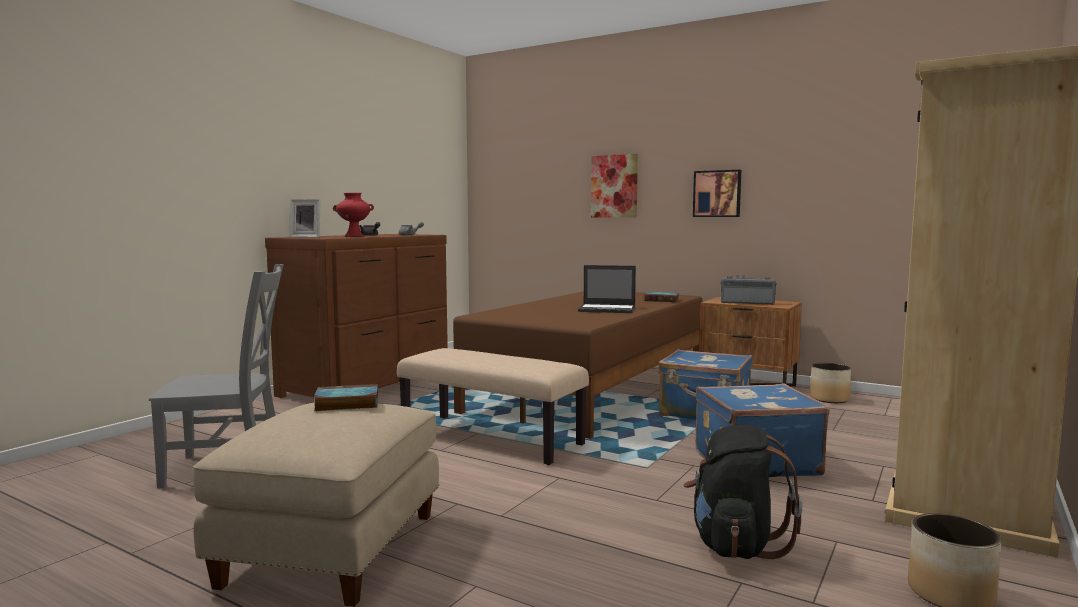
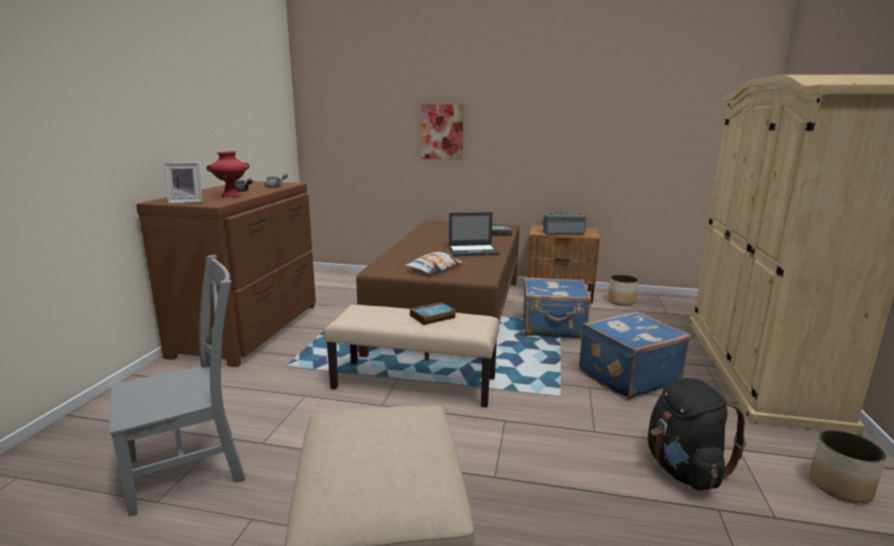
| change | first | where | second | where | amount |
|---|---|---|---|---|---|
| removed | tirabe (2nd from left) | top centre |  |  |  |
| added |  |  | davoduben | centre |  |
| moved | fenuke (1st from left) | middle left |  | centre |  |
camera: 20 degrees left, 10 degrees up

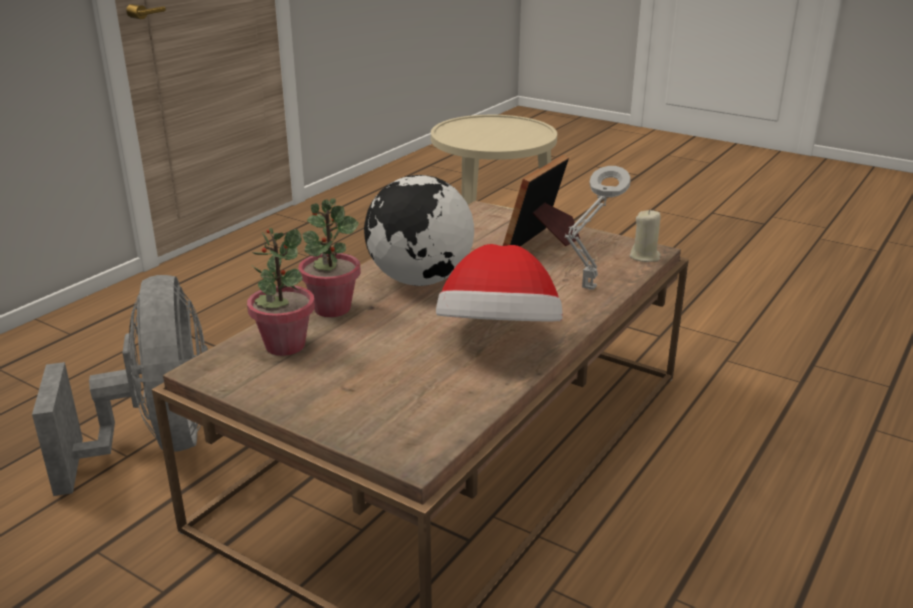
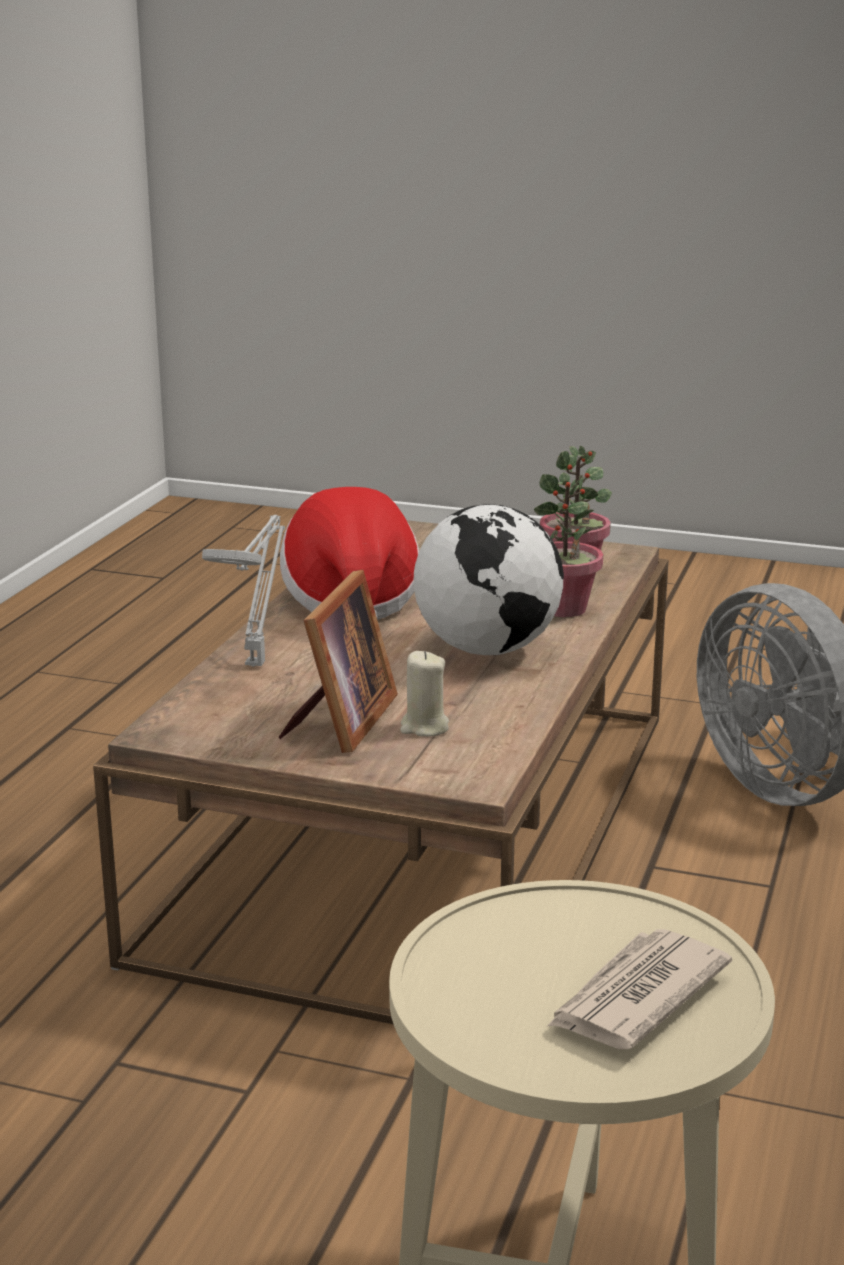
| change | first | where | second | where | amount |
|---|---|---|---|---|---|
| added |  |  | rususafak | bottom right |  |
| moved | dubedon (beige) | middle right |  | centre |  |
camera: 165 degrees right, 5 degrees down

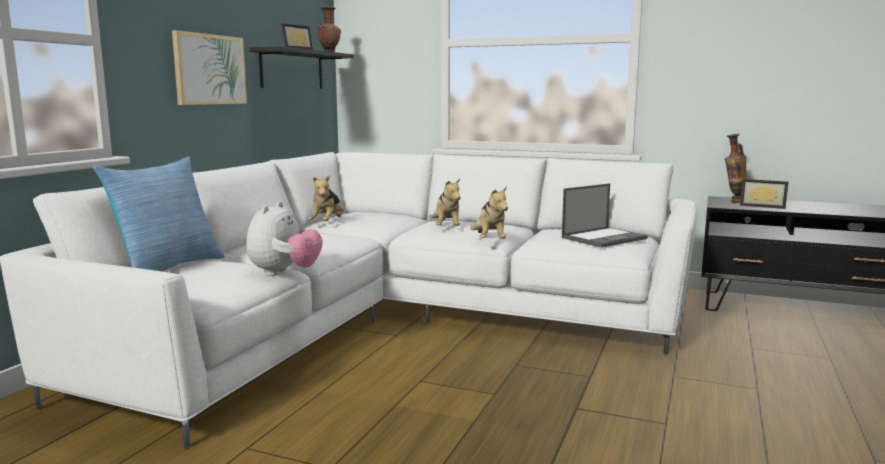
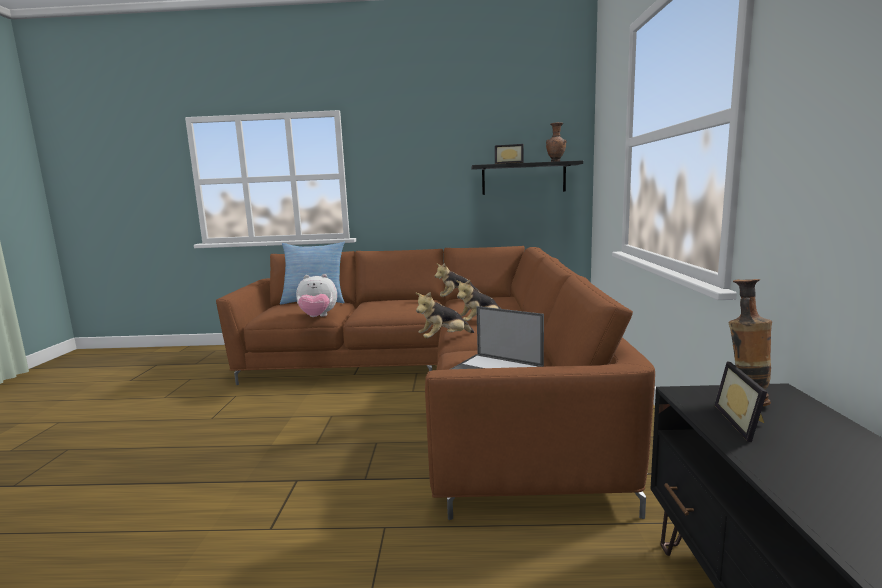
| change | first | where | second | where | amount |
|---|---|---|---|---|---|
| removed | tirabe | top left |  |  |  |
| recoloured | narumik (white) | centre | narumik (brown) | centre |  |
camera: 70 degrees right, 0 degrees up

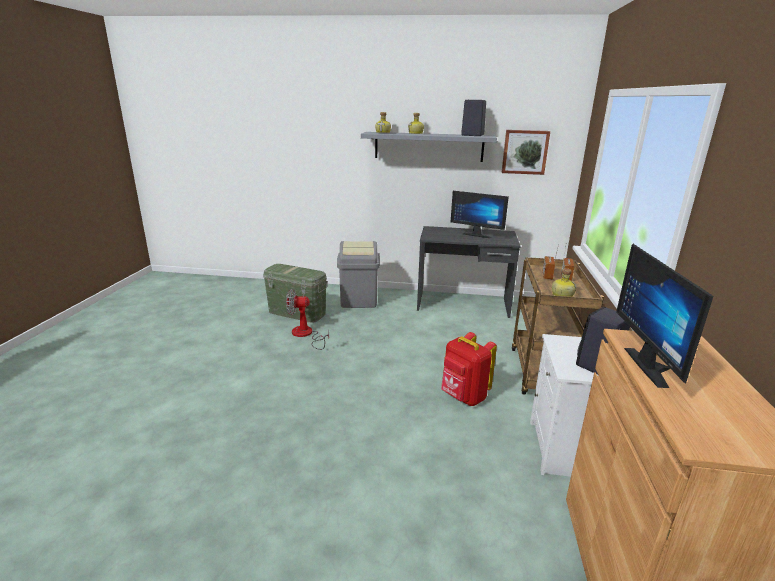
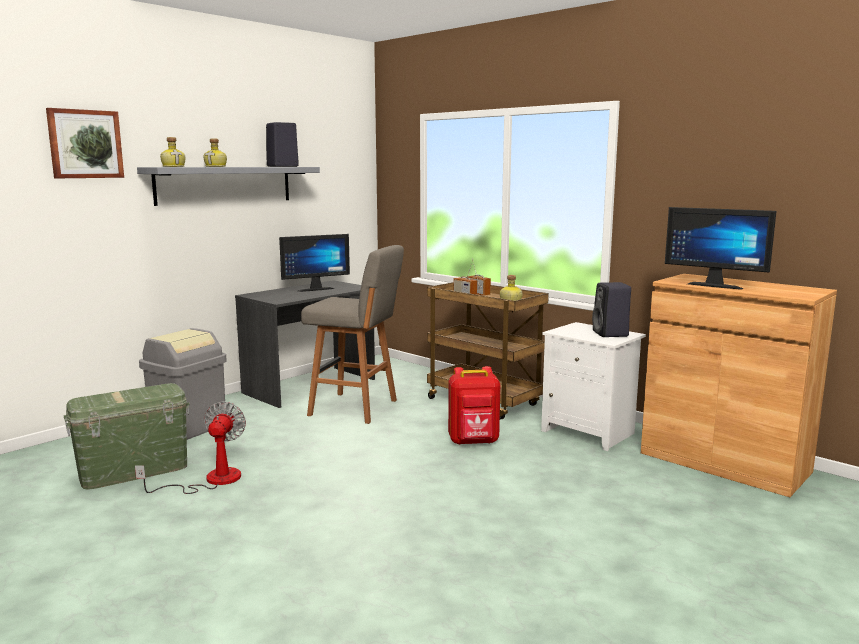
| change | first | where | second | where | amount |
|---|---|---|---|---|---|
| added |  |  | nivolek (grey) | centre |  |
| moved | tirabe | top right |  | top left |  |
| turned | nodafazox | centre |  | bottom left | 150 degrees clockwise |
camera: 55 degrees left, 10 degrees down

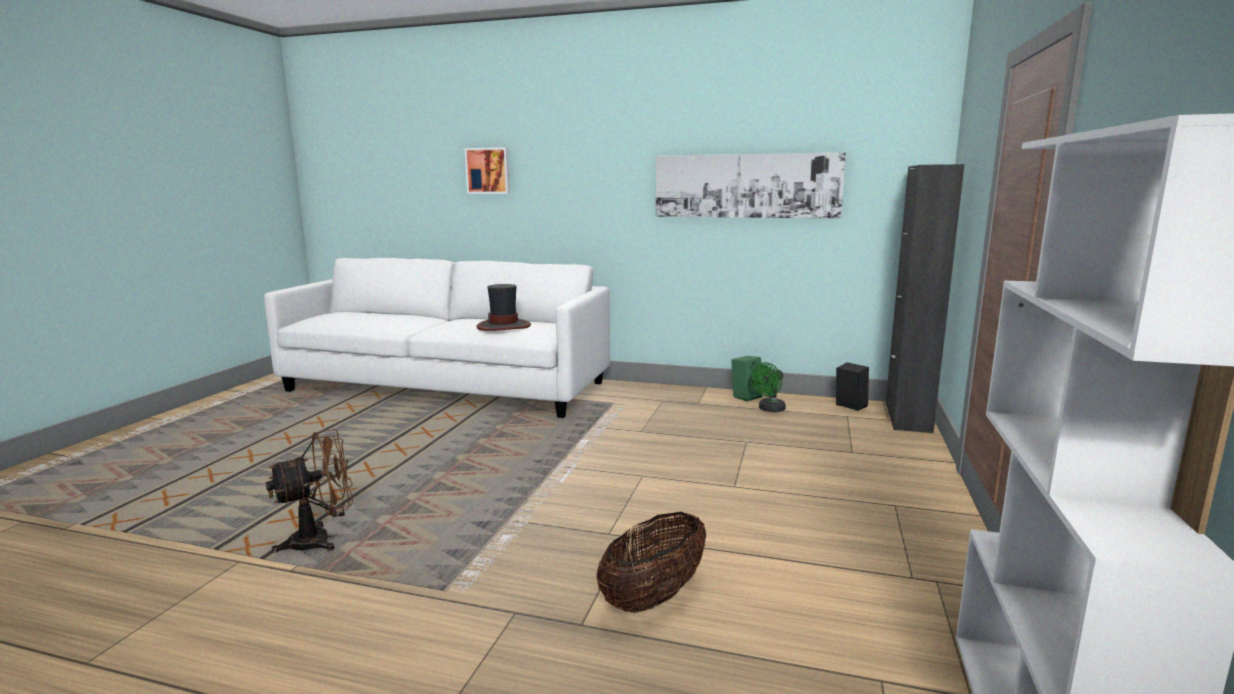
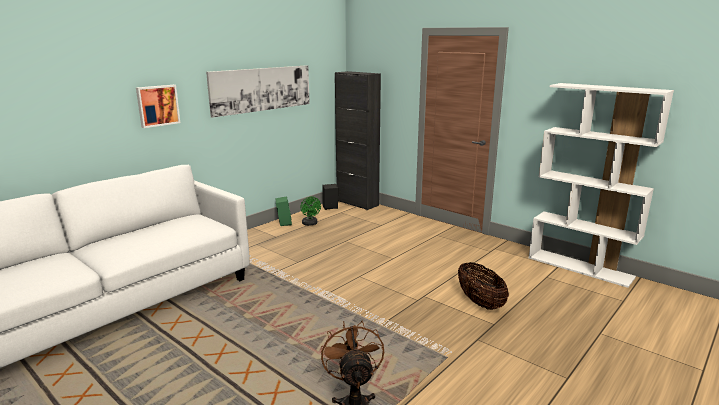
| change | first | where | second | where | amount |
|---|---|---|---|---|---|
| removed | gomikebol | centre |  |  |  |
| moved | tirabe (1st from left) | top centre |  | top left |  |
camera: 65 degrees left, 5 degrees up

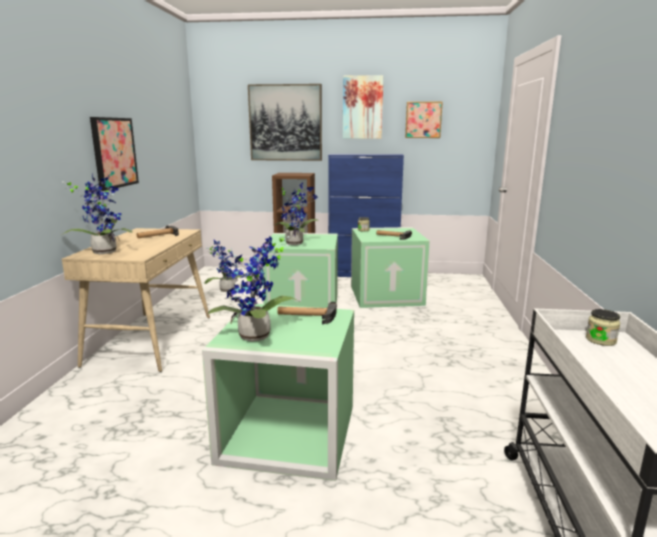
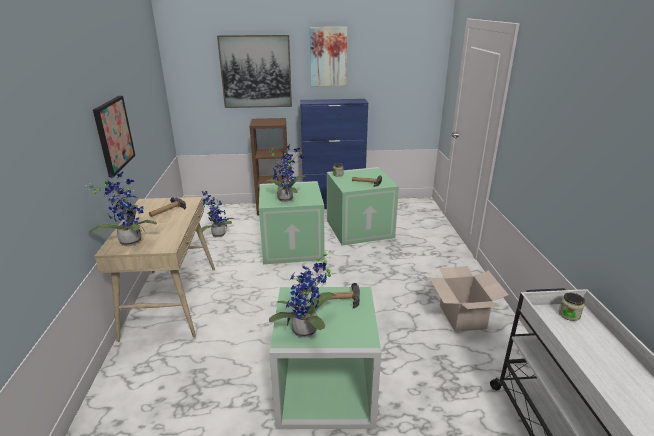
| change | first | where | second | where | amount |
|---|---|---|---|---|---|
| removed | tirabe (4th from left) | top centre |  |  |  |
| added |  |  | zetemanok | bottom right |  |
camera: 10 degrees left, 10 degrees up

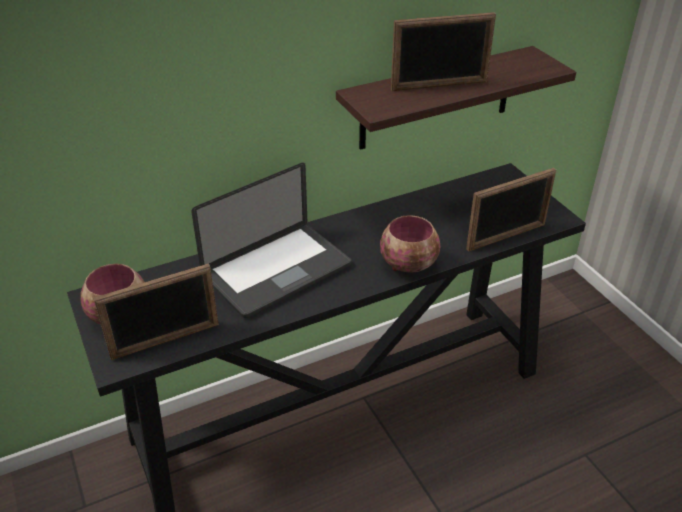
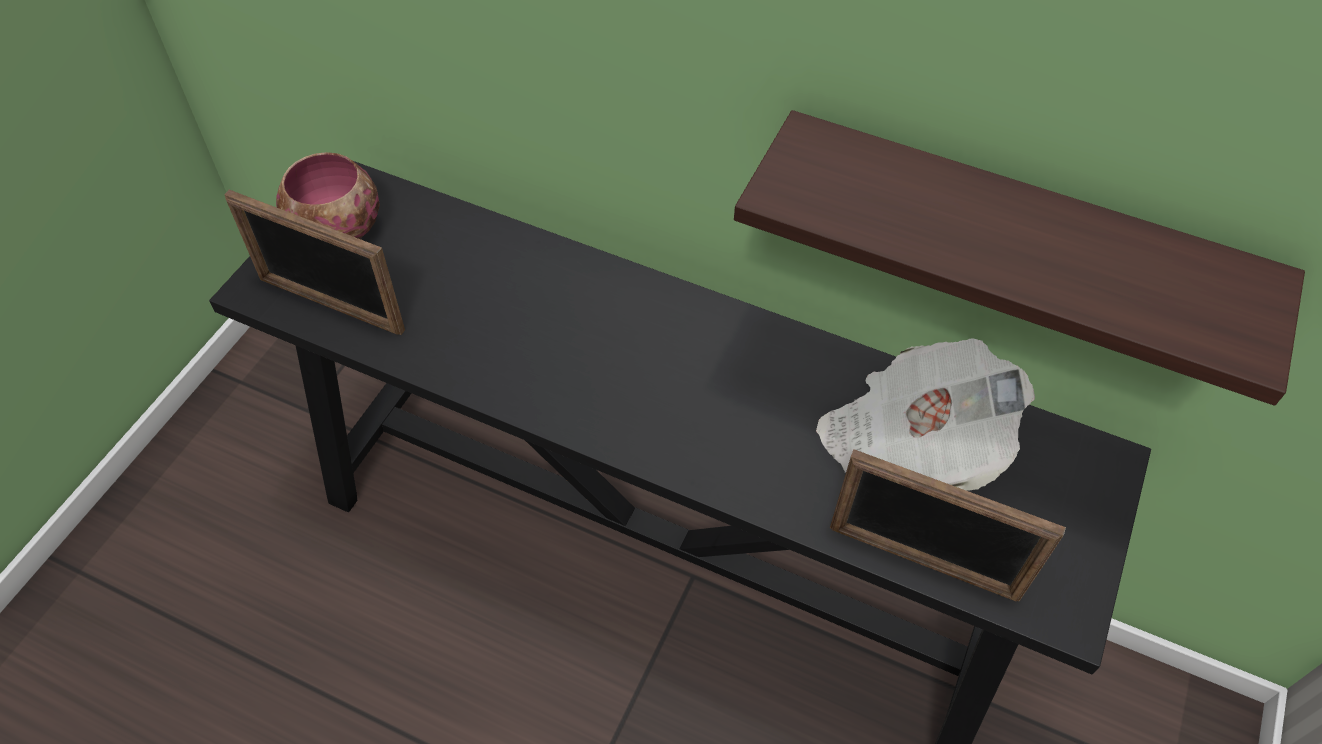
| change | first | where | second | where | amount |
|---|---|---|---|---|---|
| removed | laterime | centre |  |  |  |
| removed | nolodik (2nd from left) | centre |  |  |  |
| removed | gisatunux (2nd from left) | top centre |  |  |  |
| added |  |  | rususafak | middle right |  |
camera: 50 degrees right, 15 degrees up

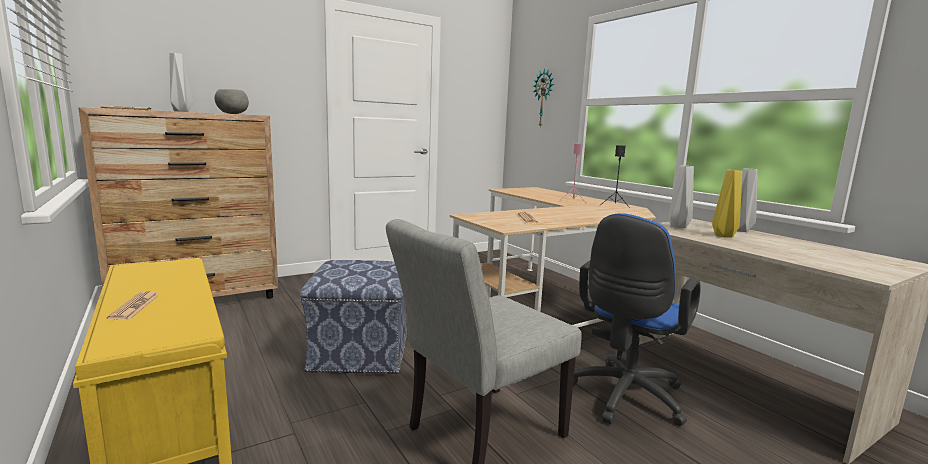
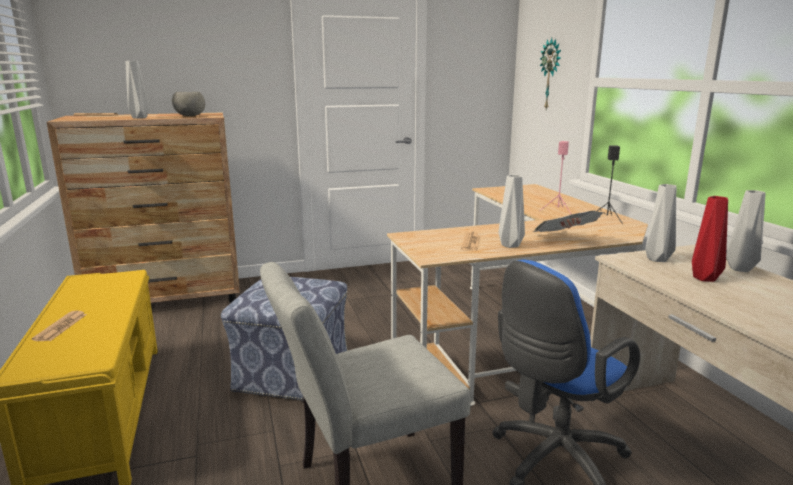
| change | first | where | second | where | amount |
|---|---|---|---|---|---|
| added |  |  | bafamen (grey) (2nd from left) | centre |  |
| added |  |  | rususafak (4th from left) | middle right |  |
| recoloured | bafamen (yellow) | middle right | bafamen (red) | middle right |  |
camera: 15 degrees right, 5 degrees up

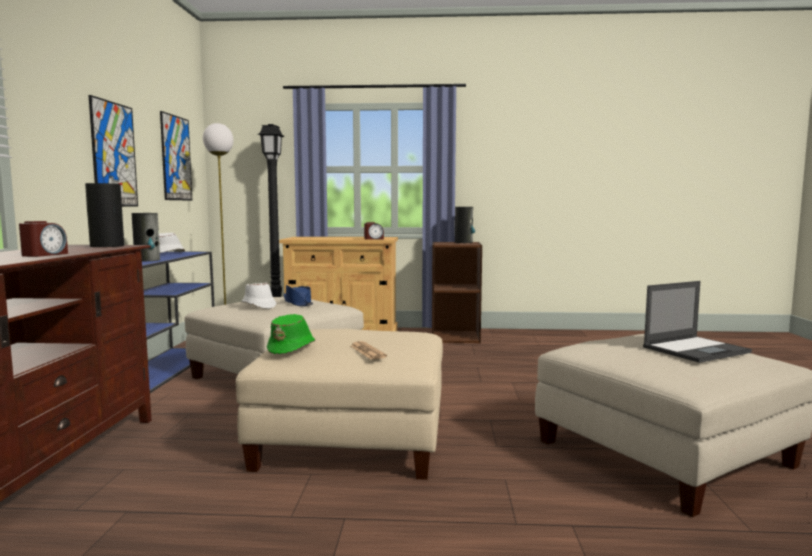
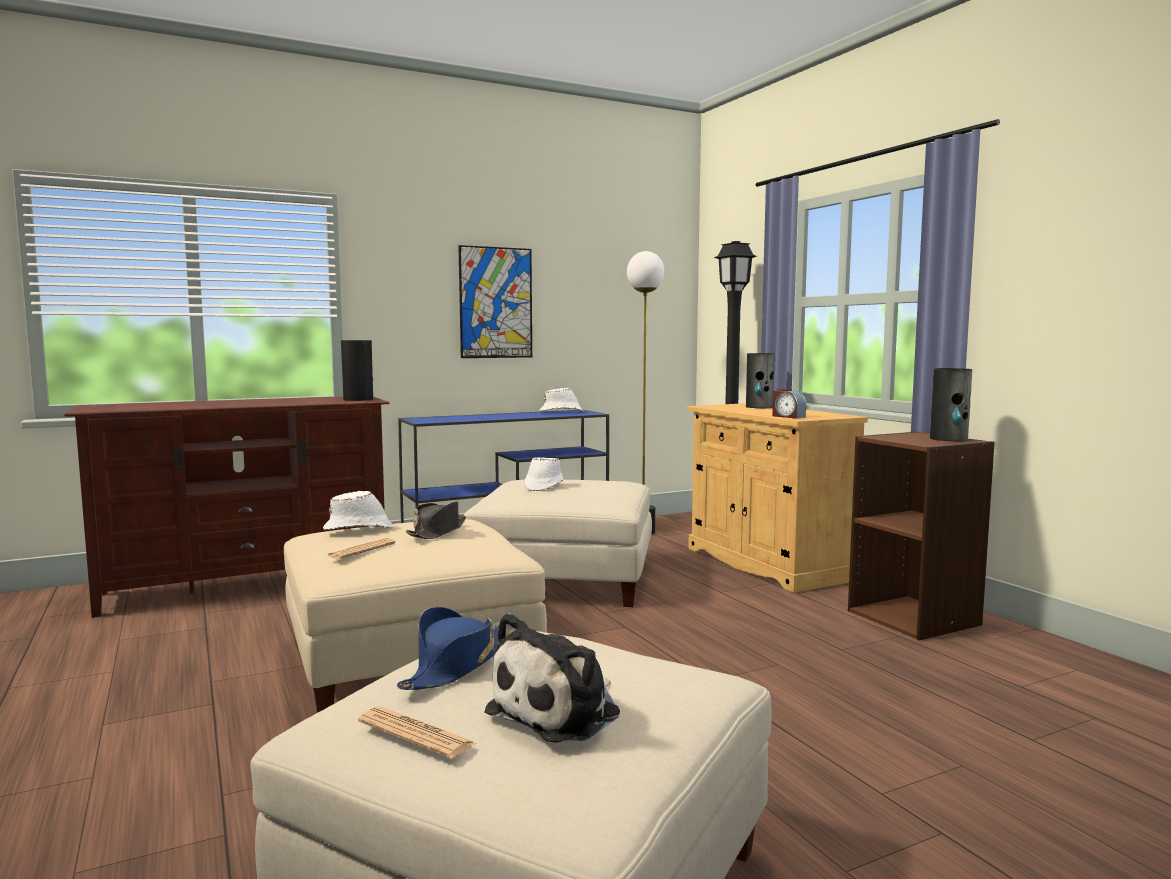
| change | first | where | second | where | amount |
|---|---|---|---|---|---|
| removed | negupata (1st from left) | middle left |  |  |  |
| removed | tirabe (2nd from left) | top left |  |  |  |
| added |  |  | rususafak (2nd from left) | bottom centre |  |
| added |  |  | gomikebol (black) | centre |  |
| moved | bafamen (2nd from left) | middle left |  | centre |  |
| moved | gomikebol (blue) | centre |  | bottom centre |  |
| replaced | laterime | middle right | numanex | bottom centre |  |
| recoloured | gomikebol (green) | centre | gomikebol (white) (1st from left) | middle left |  |
camera: 60 degrees right, 0 degrees up

